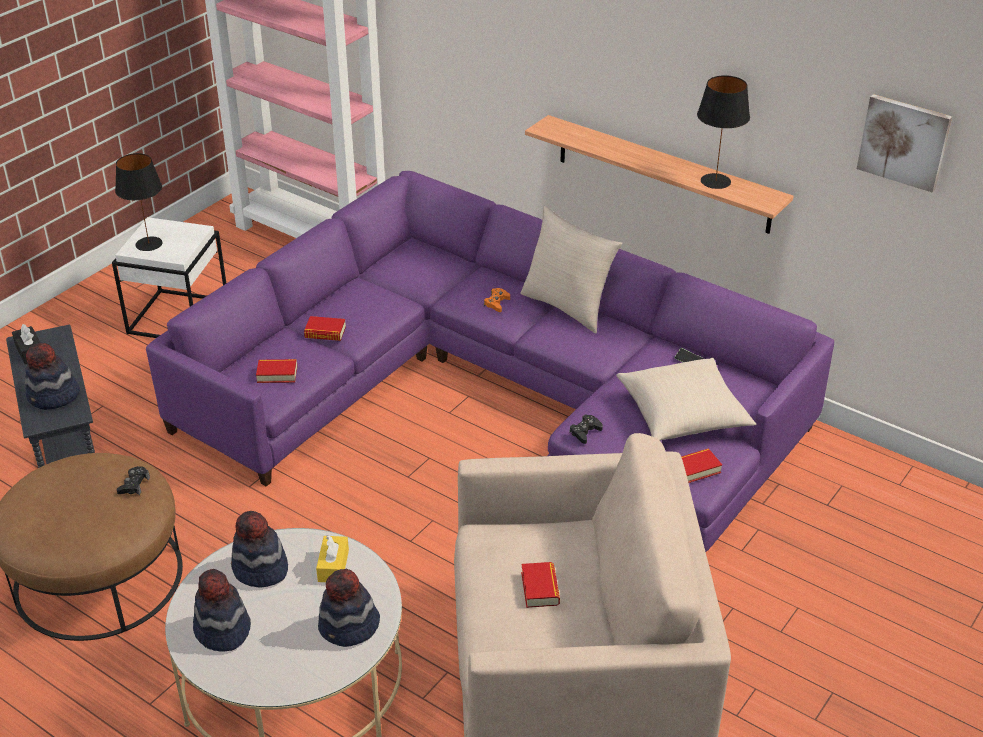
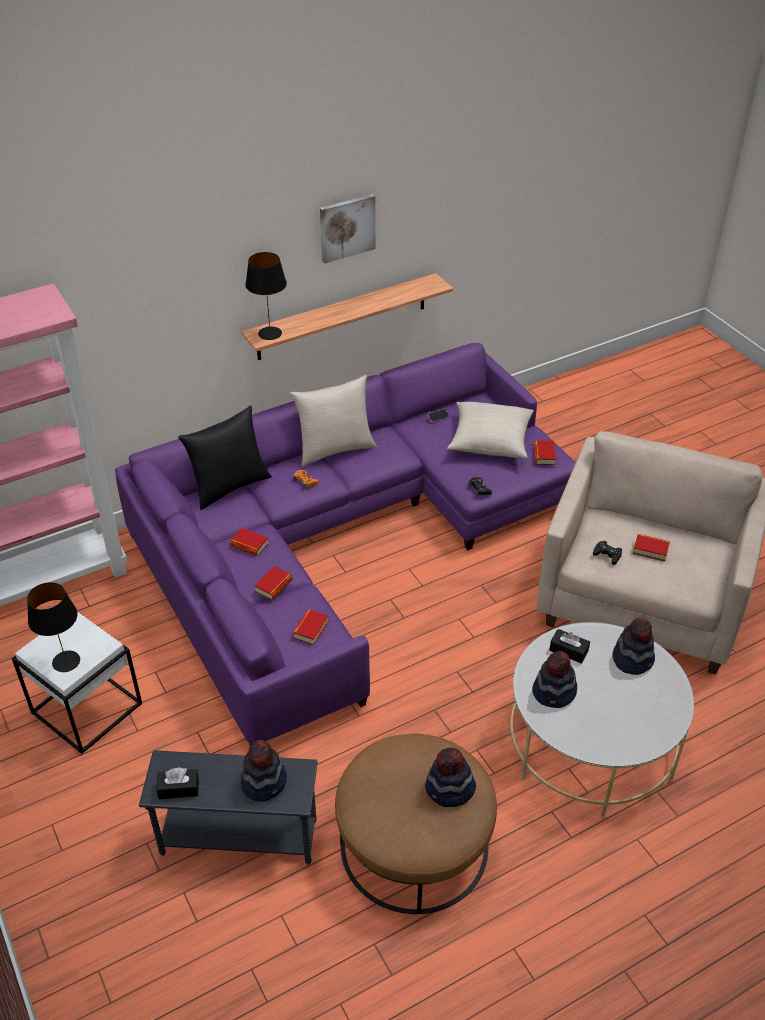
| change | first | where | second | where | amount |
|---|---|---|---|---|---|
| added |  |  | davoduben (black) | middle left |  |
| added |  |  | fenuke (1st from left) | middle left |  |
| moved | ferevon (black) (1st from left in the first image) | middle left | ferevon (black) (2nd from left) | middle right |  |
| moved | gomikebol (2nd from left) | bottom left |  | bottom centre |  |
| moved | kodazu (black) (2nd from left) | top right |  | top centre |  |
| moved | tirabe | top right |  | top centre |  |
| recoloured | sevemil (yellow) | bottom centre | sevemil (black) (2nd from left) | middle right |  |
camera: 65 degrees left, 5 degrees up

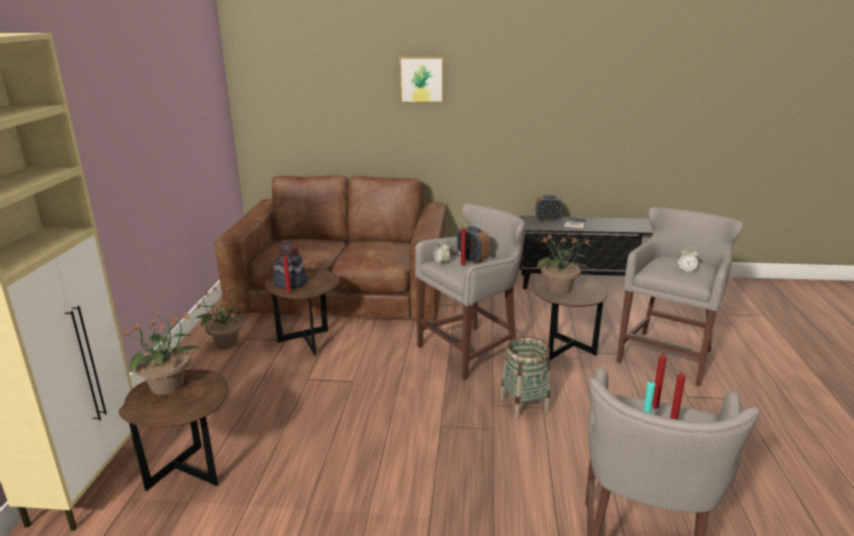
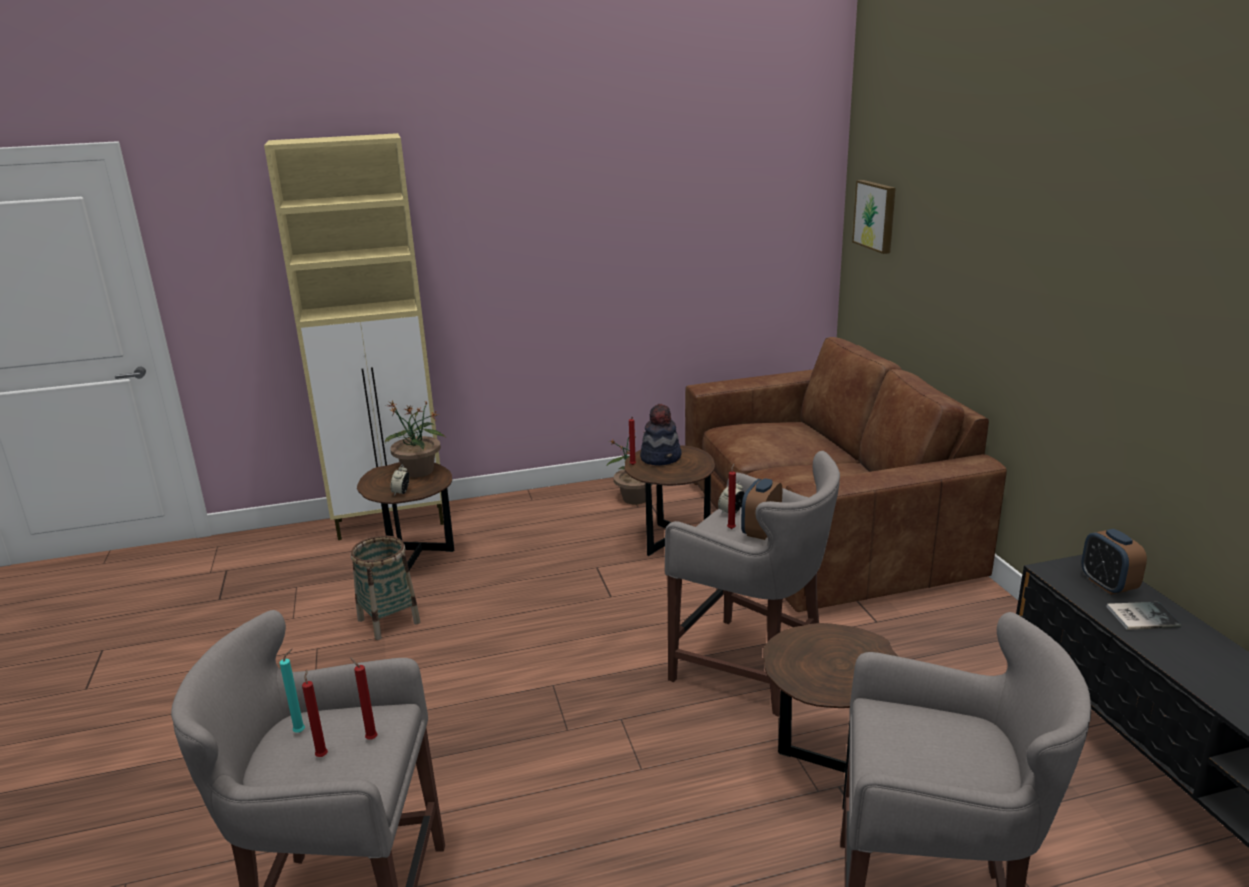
| change | first | where | second | where | amount |
|---|---|---|---|---|---|
| removed | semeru (3rd from left) | centre |  |  |  |
| moved | tirabe | top centre |  | top right |  |
| moved | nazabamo | bottom centre |  | middle left |  |
| moved | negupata (4th from left in the first image) | middle right | negupata (1st from left) | middle left |  |
camera: 70 degrees right, 0 degrees up

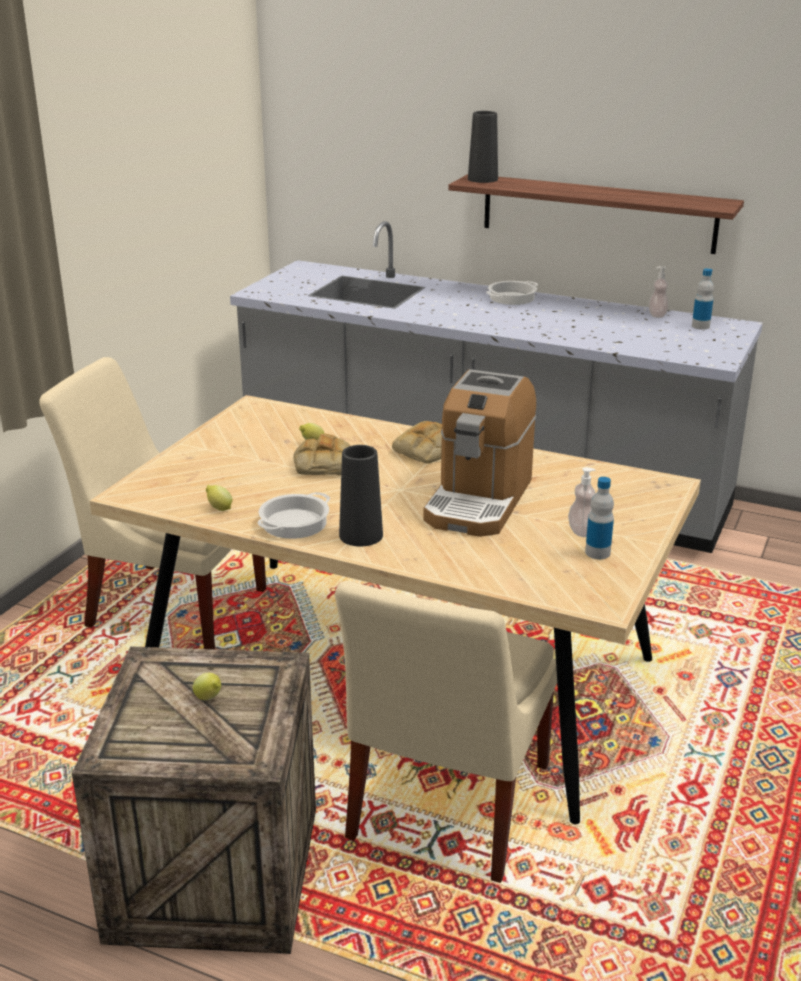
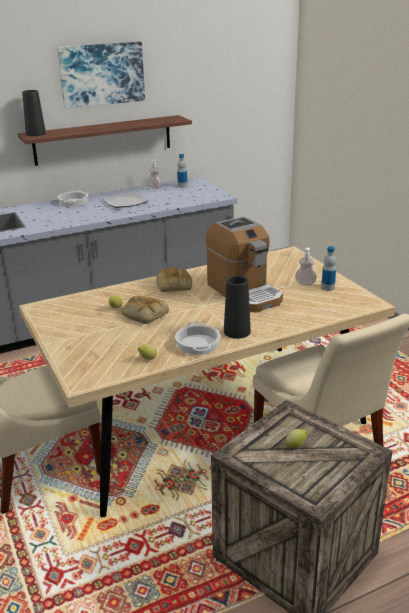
| change | first | where | second | where | amount |
|---|---|---|---|---|---|
| added |  |  | tirabe | top left |  |
| added |  |  | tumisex | top left |  |
camera: 50 degrees left, 0 degrees up

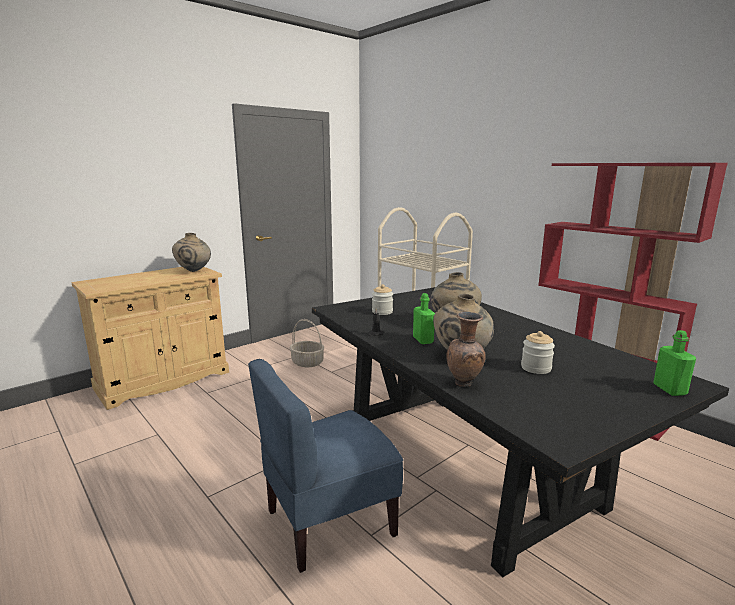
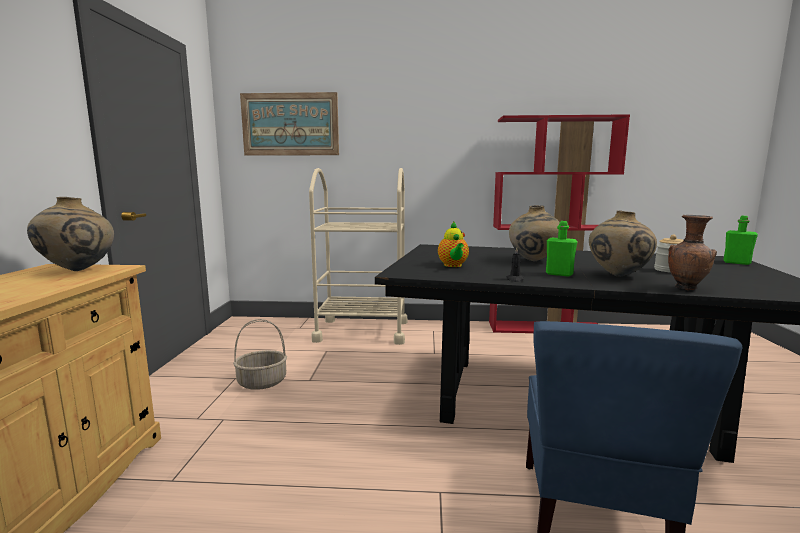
| change | first | where | second | where | amount |
|---|---|---|---|---|---|
| added |  |  | tirabe | top centre |  |
| replaced | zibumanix (1st from left) | centre | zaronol | centre |  |
camera: 45 degrees left, 5 degrees down

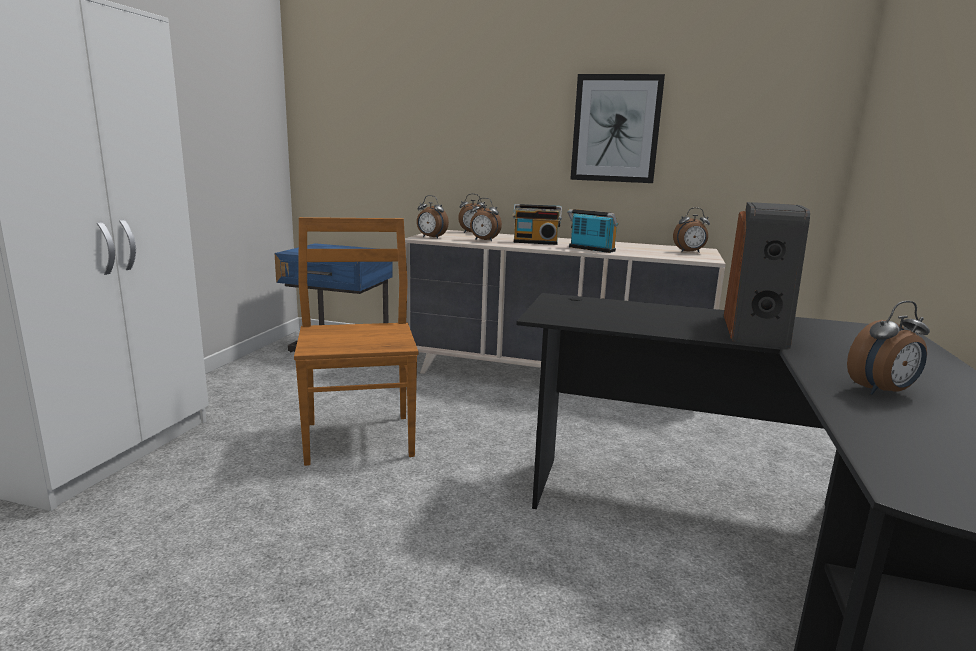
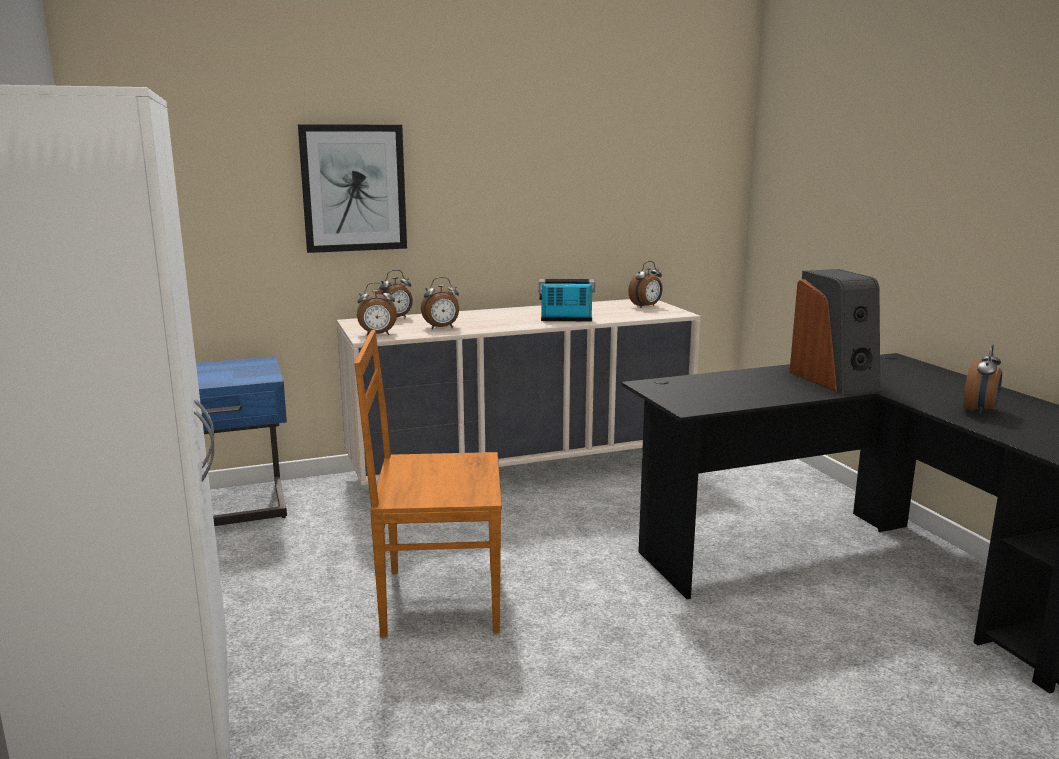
| change | first | where | second | where | amount |
|---|---|---|---|---|---|
| removed | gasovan (1st from left) | centre |  |  |  |
| moved | tirabe | top centre |  | top left |  |
| turned | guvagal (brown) | centre |  | centre | 45 degrees counterclockwise |
camera: 35 degrees left, 0 degrees up

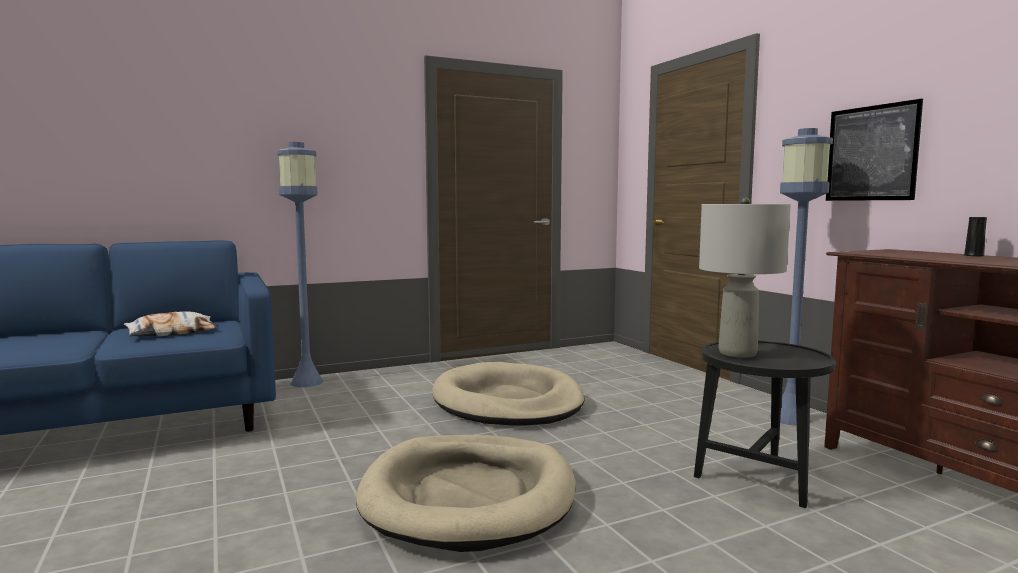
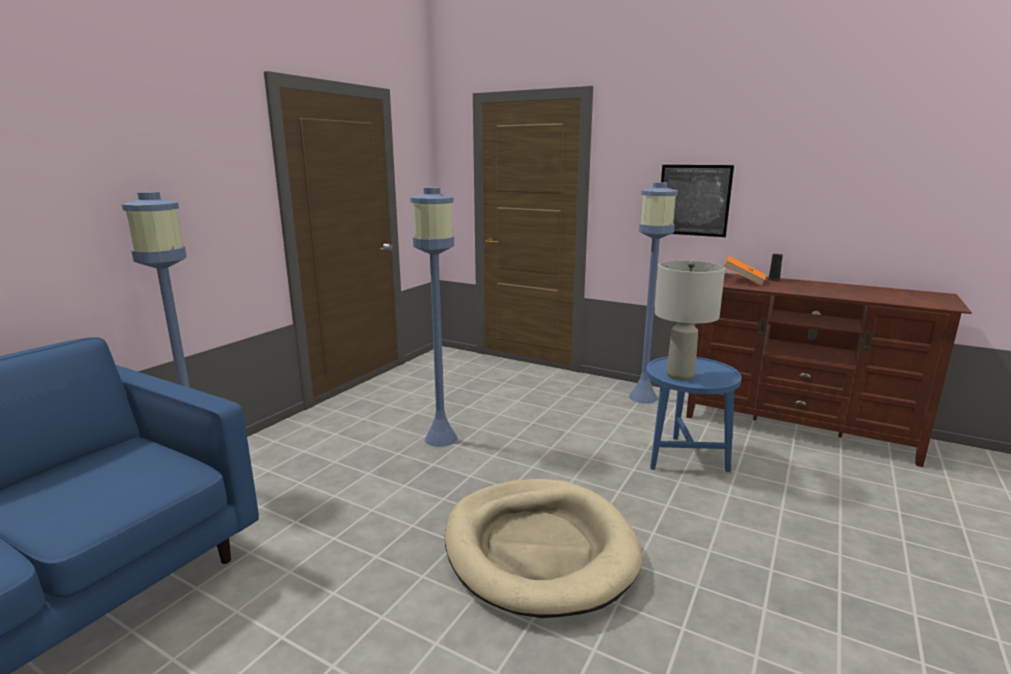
| change | first | where | second | where | amount |
|---|---|---|---|---|---|
| removed | davoduben | middle left |  |  |  |
| added |  |  | fenuke (orange) | middle right |  |
| replaced | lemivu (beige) (2nd from left) | bottom centre | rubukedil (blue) (2nd from left) | centre |  |
| recoloured | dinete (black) | bottom right | dinete (blue) | middle right |  |
camera: 35 degrees left, 10 degrees up

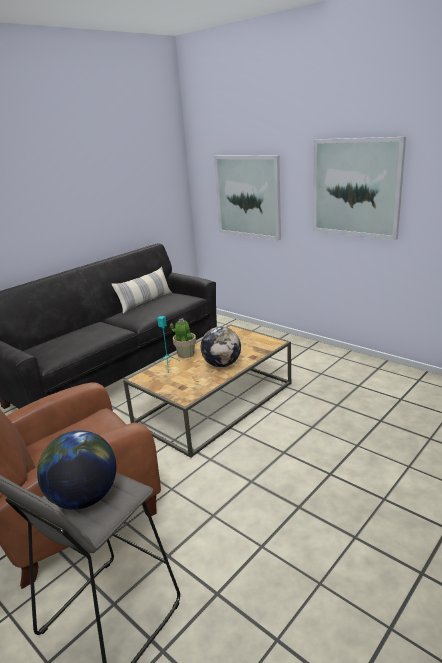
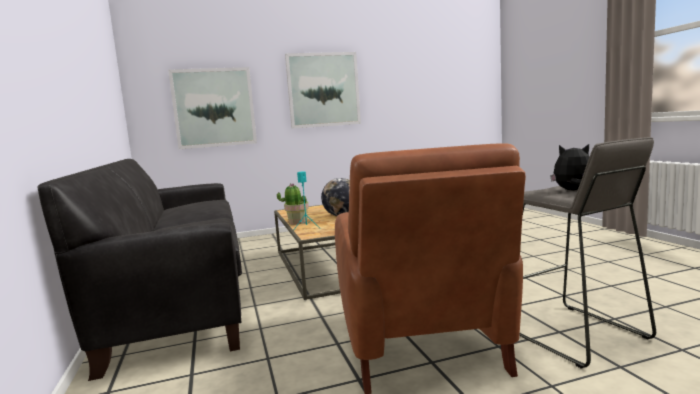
| change | first | where | second | where | amount |
|---|---|---|---|---|---|
| removed | davoduben | middle left |  |  |  |
| replaced | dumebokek (1st from left) | bottom left | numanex | middle right |  |
camera: 60 degrees left, 15 degrees down

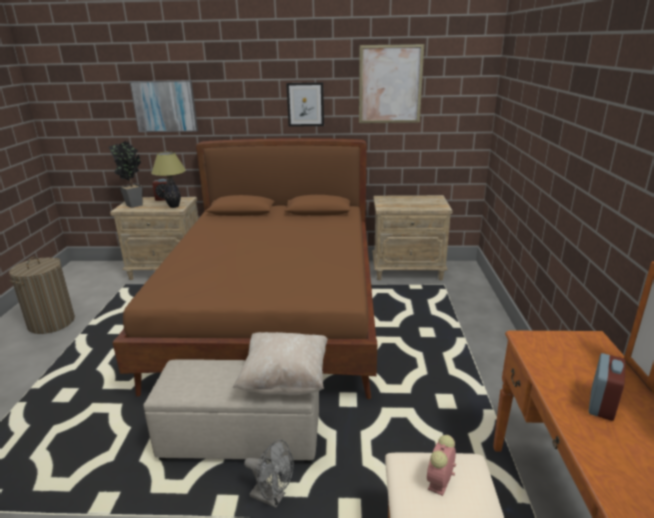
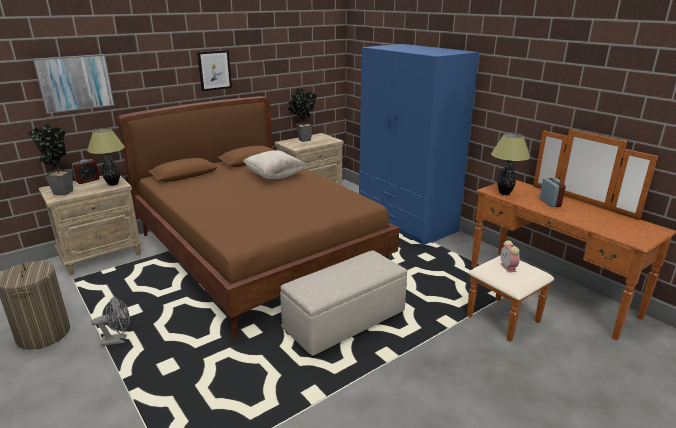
| change | first | where | second | where | amount |
|---|---|---|---|---|---|
| removed | tirabe (3rd from left) | top centre |  |  |  |
| added |  |  | semeru (2nd from left) | top centre |  |
| added |  |  | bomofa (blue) | centre |  |
| added |  |  | kodazu (2nd from left) | middle right |  |
| moved | davoduben (beige) | bottom centre |  | centre |  |
| moved | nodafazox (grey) | bottom centre |  | bottom left |  |
camera: 40 degrees left, 0 degrees up

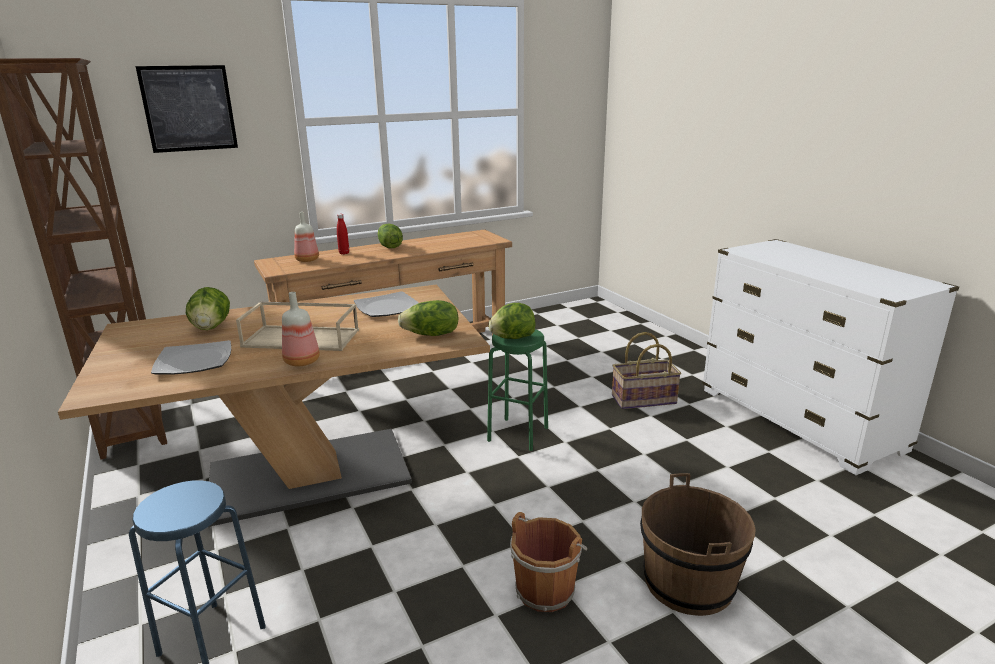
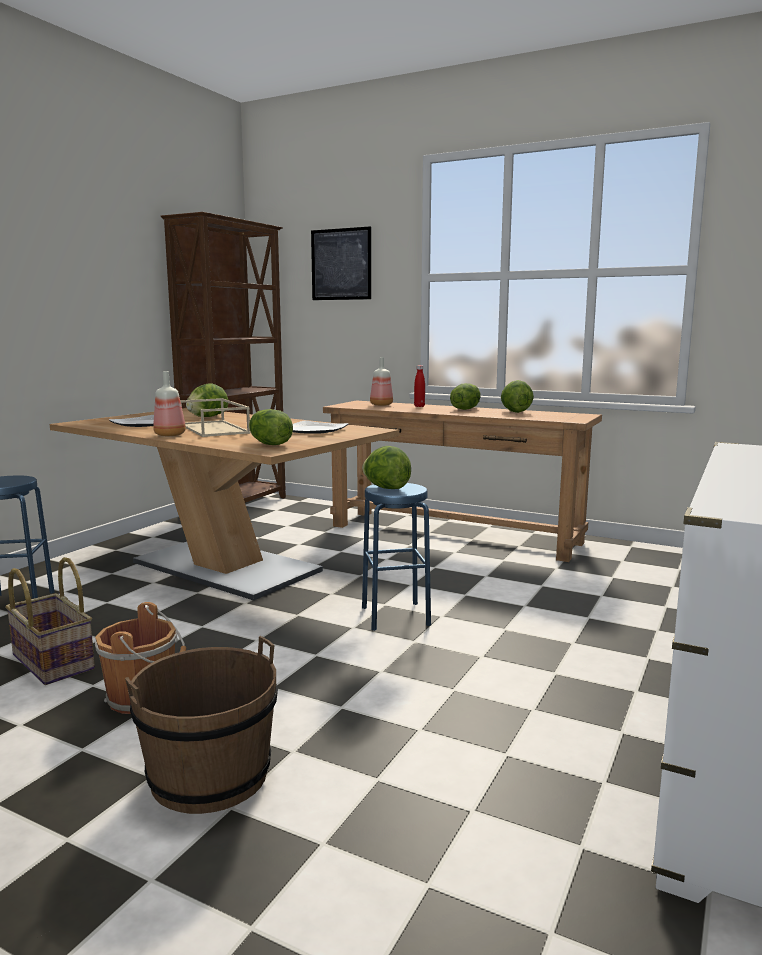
| change | first | where | second | where | amount |
|---|---|---|---|---|---|
| added |  |  | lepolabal (5th from left) | middle right |  |
| moved | nazabamo | centre |  | middle left |  |
| recoloured | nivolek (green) | centre | nivolek (blue) (2nd from left) | centre |  |
camera: 55 degrees right, 10 degrees down

